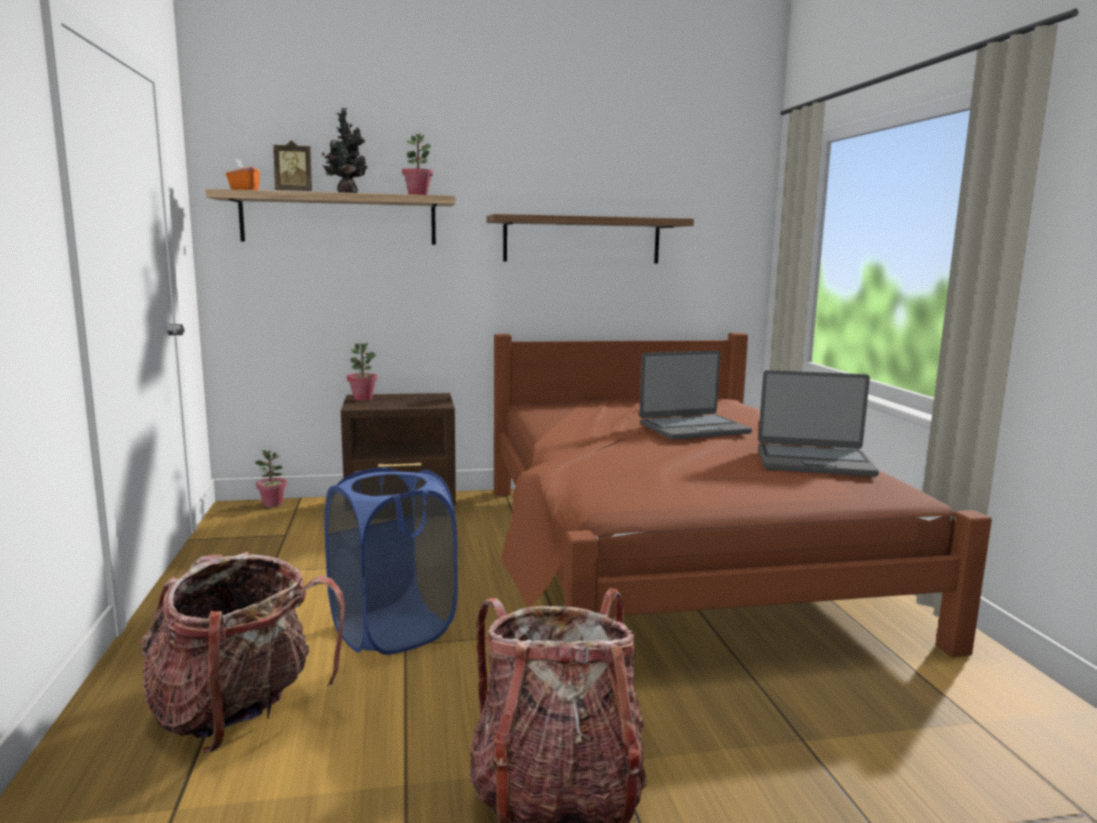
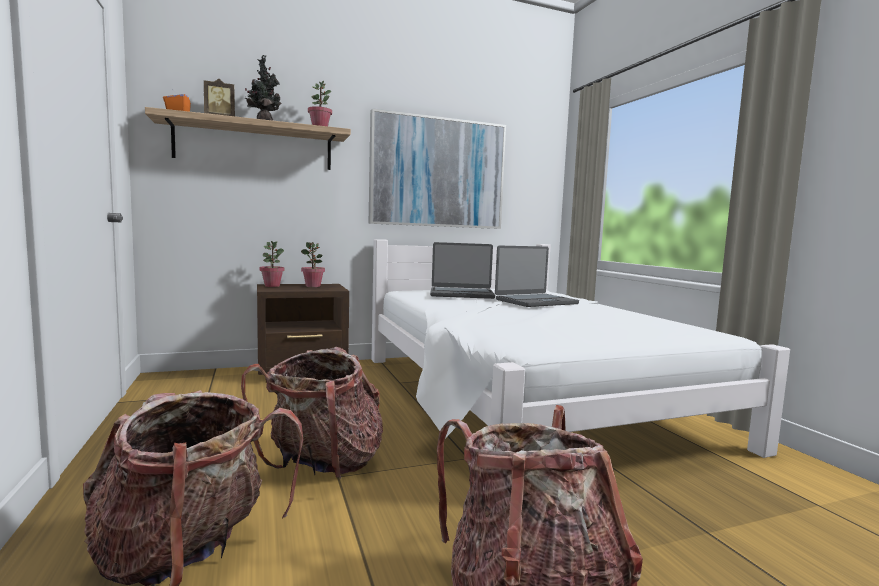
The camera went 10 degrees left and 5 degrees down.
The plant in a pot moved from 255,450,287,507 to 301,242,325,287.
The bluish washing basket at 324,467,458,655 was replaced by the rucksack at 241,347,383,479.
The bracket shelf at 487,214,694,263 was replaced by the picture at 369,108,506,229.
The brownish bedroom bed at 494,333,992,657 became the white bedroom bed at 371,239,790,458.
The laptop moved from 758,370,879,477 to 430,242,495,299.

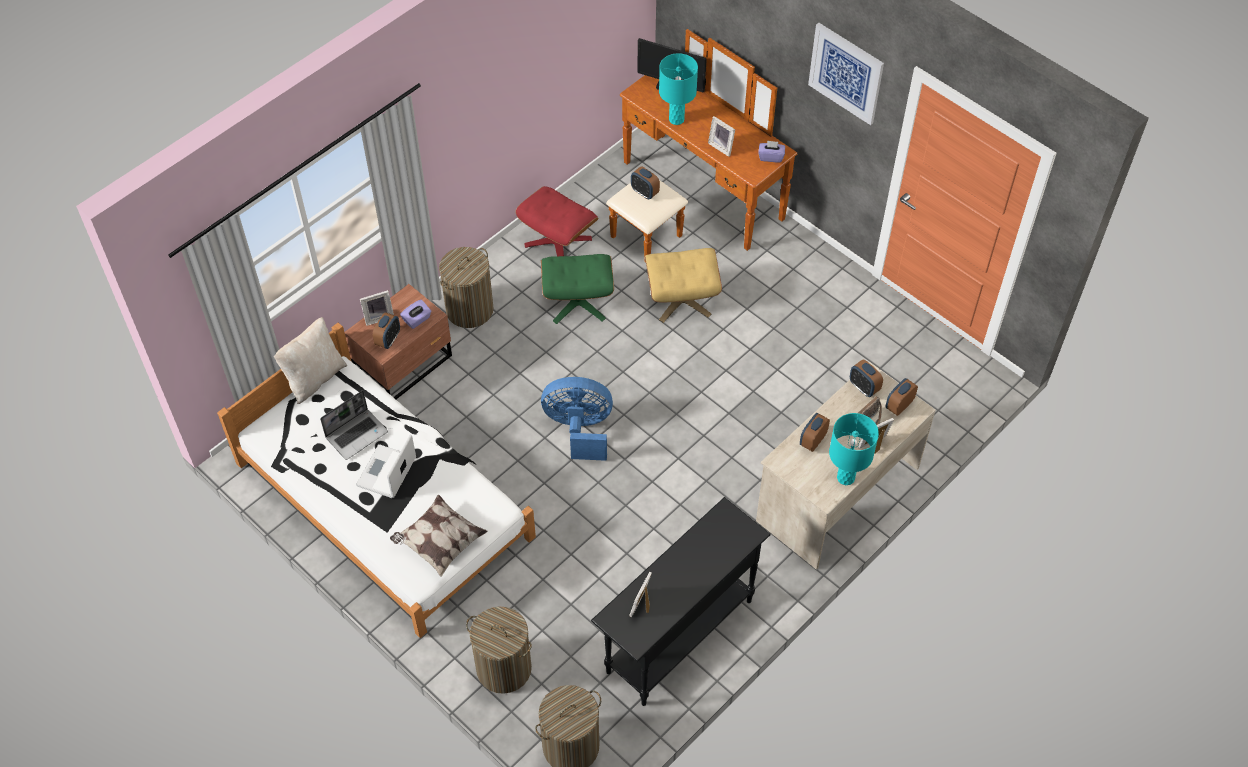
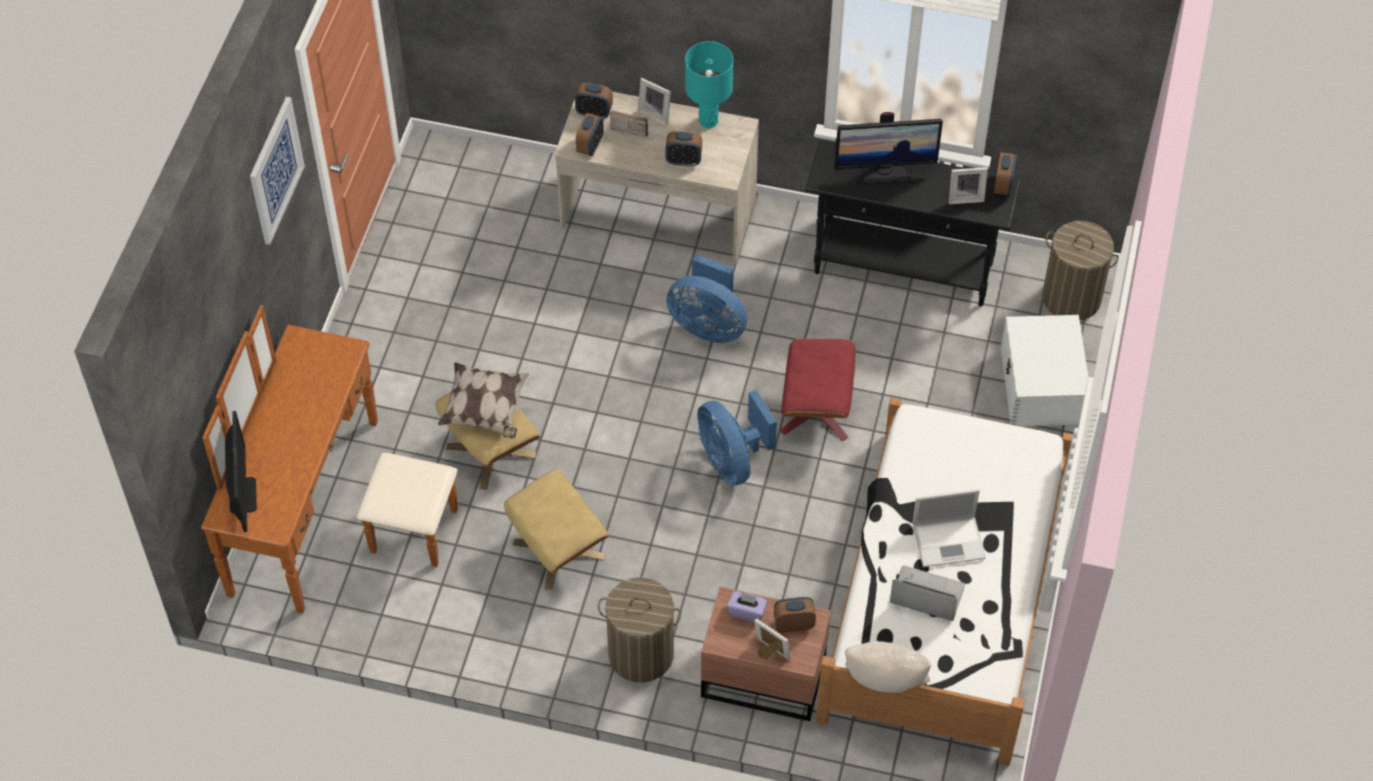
The camera went 120 degrees left and 0 degrees up.
The cushion moved from 390,495,488,577 to 438,362,530,439.
The washing basket at 466,607,532,694 was replaced by the white storage bin at 1000,315,1089,426.
The reddish pouffe moved from 516,186,599,256 to 780,339,855,441.
The green pouffe at 541,254,614,324 became the sand-coloured pouffe at 504,469,609,590.
The table clock moved from 631,166,660,199 to 994,152,1017,195.
The turquoise-coloured table lamp at 659,53,698,125 disappeared.
The photo frame at 708,116,735,157 disappeared.
The purple tissue holder at 758,140,785,163 disappeared.
The bluish cooling fan at 666,254,747,343 appeared.
The computer display at 834,112,943,184 appeared.

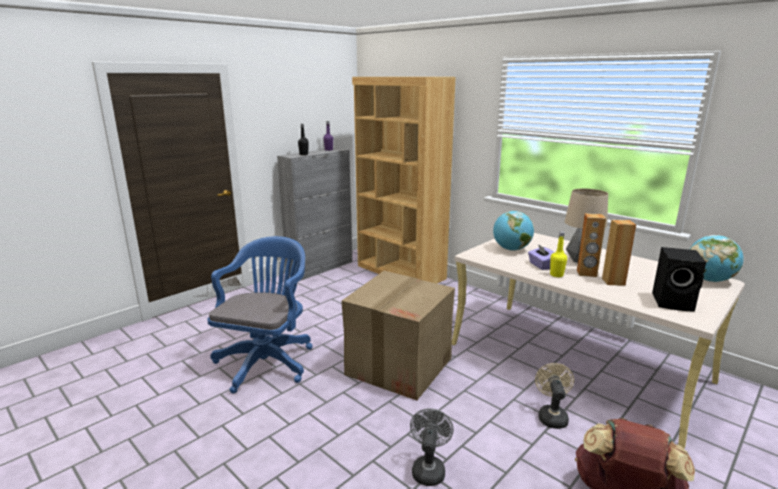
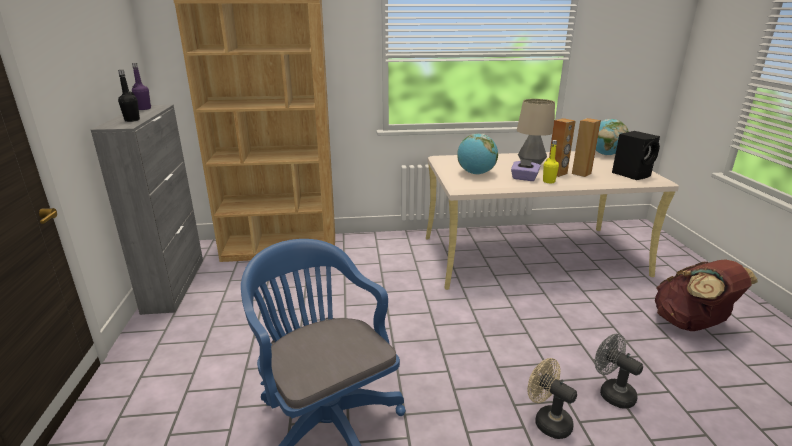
The camera went 50 degrees left and 5 degrees up.
The carton at 341,271,455,400 disappeared.
The sand-coloured cooling fan moved from 535,363,574,429 to 527,358,577,439.

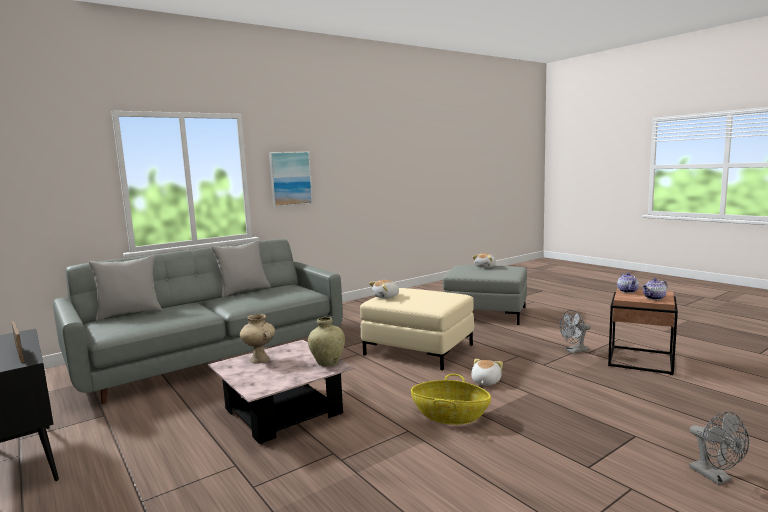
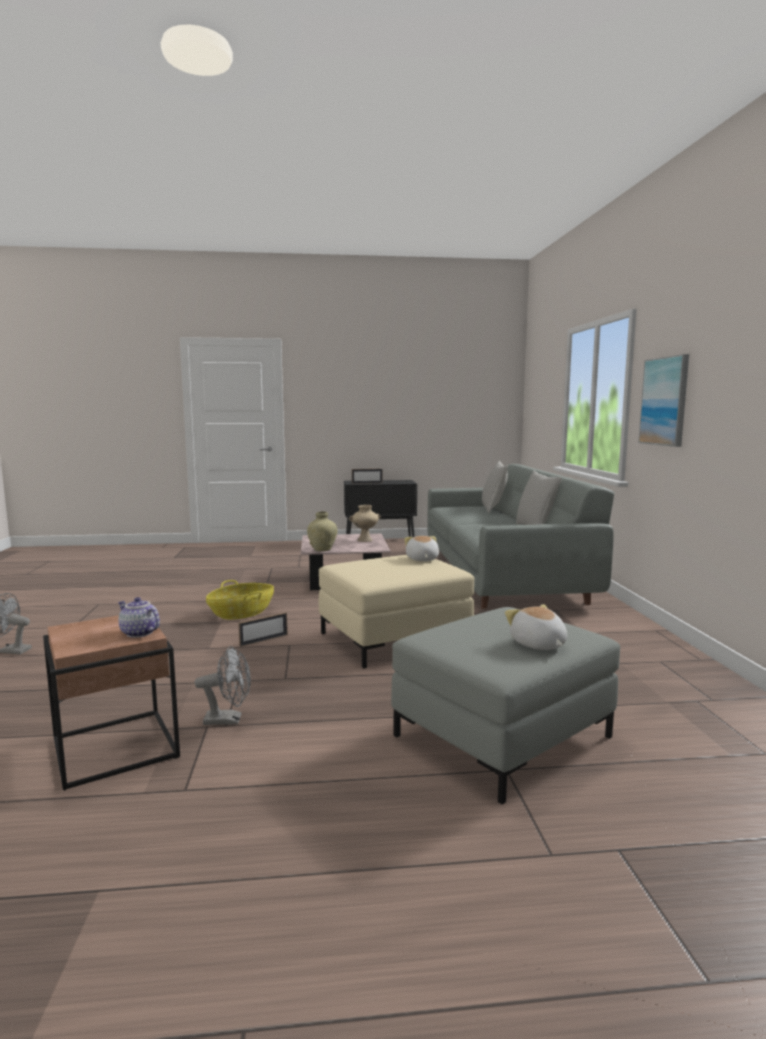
The camera went 120 degrees right and 0 degrees up.
The plush toy at 471,359,503,385 was replaced by the photo frame at 238,612,288,647.
The greyish cooling fan at 559,310,591,353 turned 75 degrees clockwise.
The pot for tea at 642,278,667,300 disappeared.

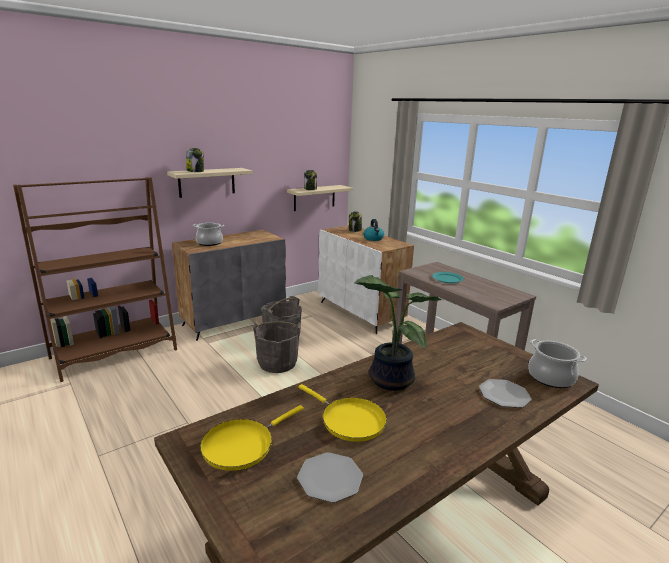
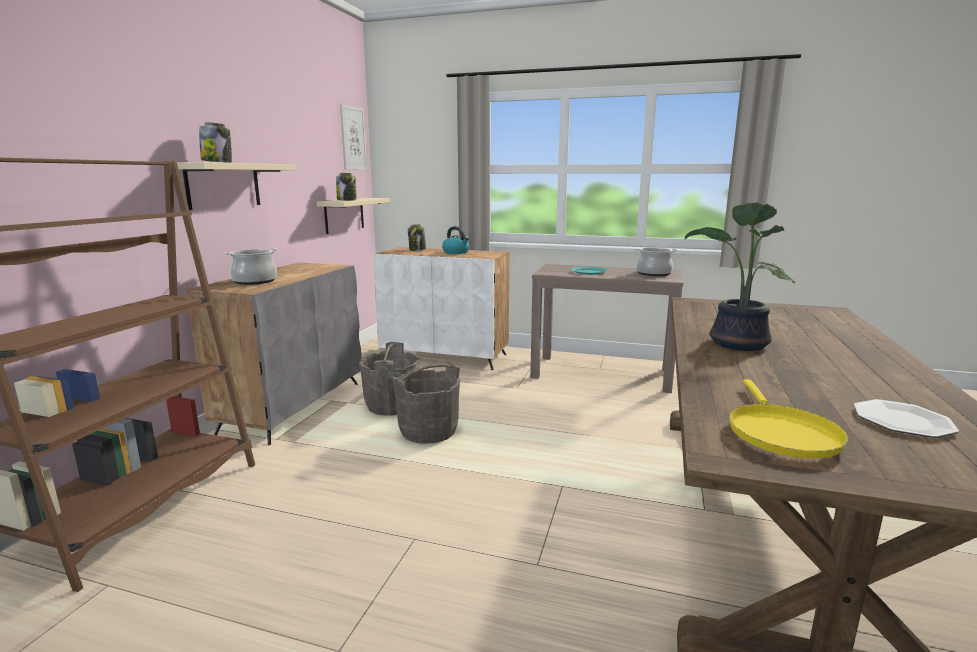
The camera went 35 degrees left and 5 degrees down.
The yellowish skillet at 298,384,387,441 disappeared.
The plate at 479,379,532,408 disappeared.
The cooking pot moved from 528,339,587,388 to 635,248,677,276.
The picture at 340,104,367,170 appeared.

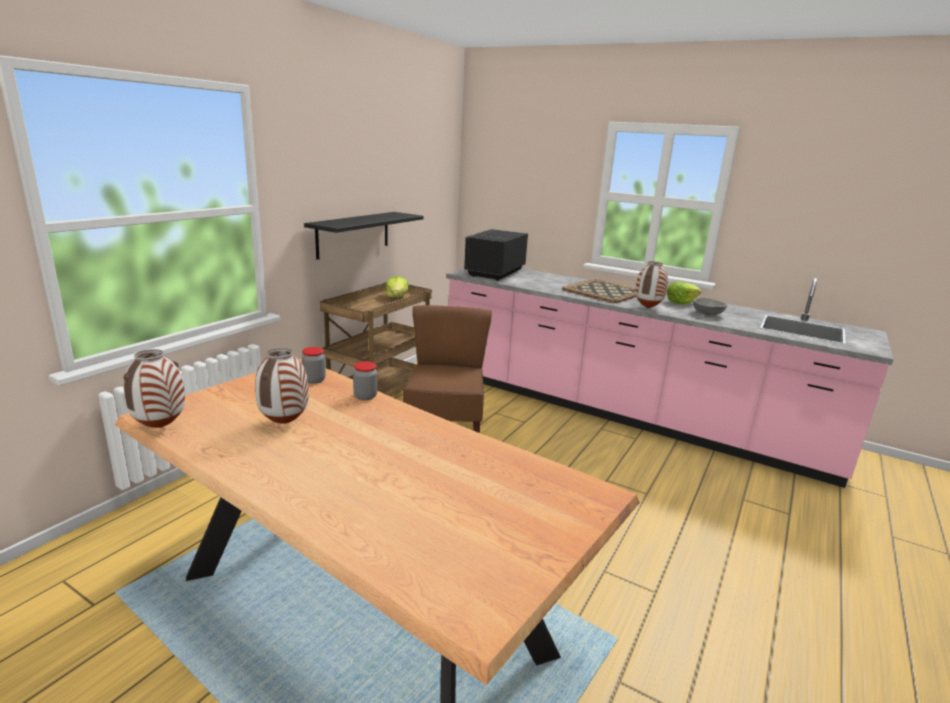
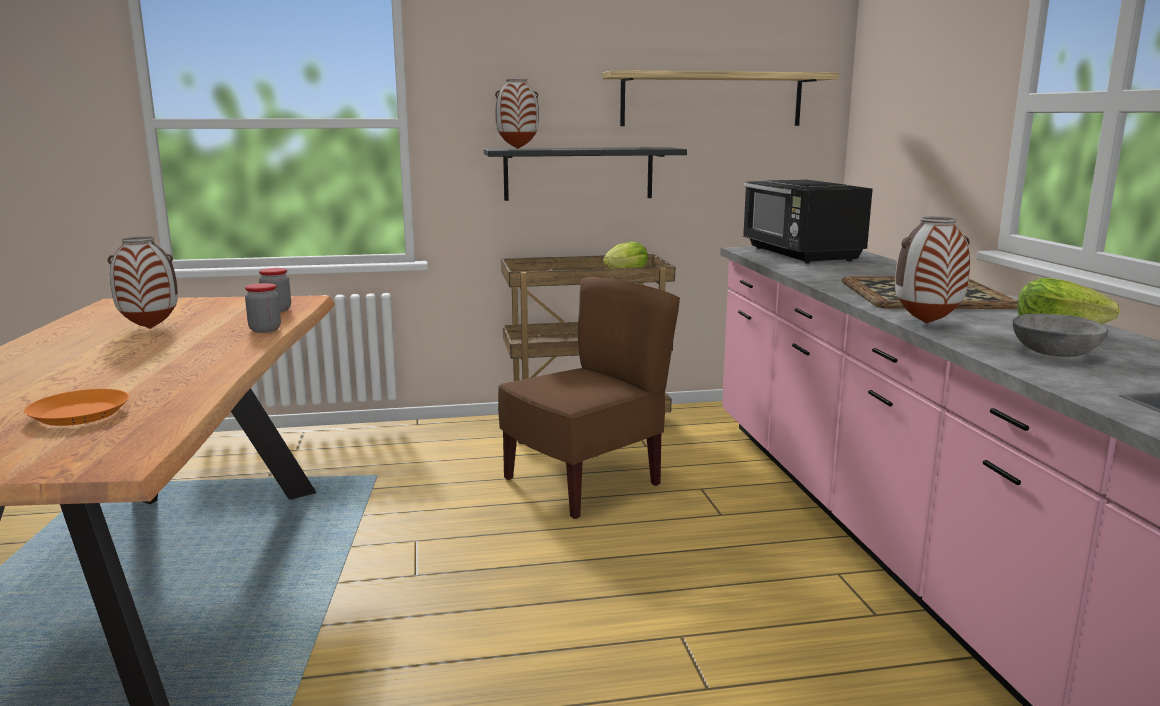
The camera went 50 degrees right and 5 degrees down.
The decorative vase moved from 123,349,185,428 to 495,78,539,149.
The black-coloured kitchen microwave at 464,229,528,281 turned 90 degrees counterclockwise.
The orangey plate at 24,389,129,426 appeared.
The bracket shelf at 602,70,839,126 appeared.

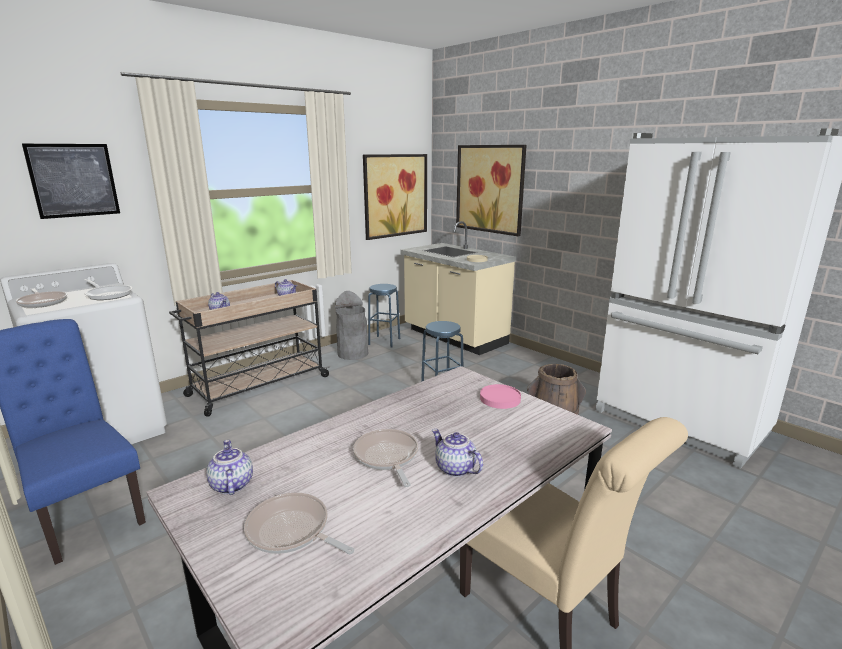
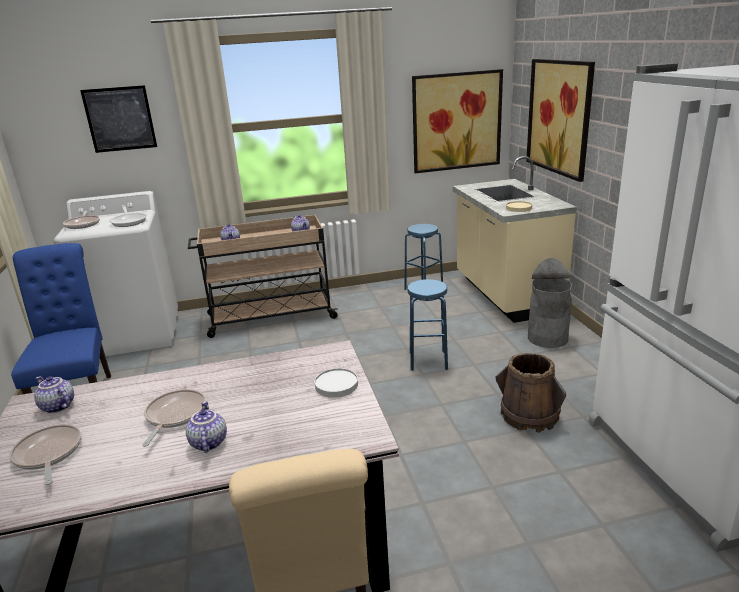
The camera went 30 degrees right and 5 degrees up.
The pot for tea at 206,440,253,495 turned 60 degrees counterclockwise.
The greyish waste bin moved from 335,291,368,360 to 528,258,572,348.
The pink-coloured plate at 480,384,521,409 became the white plate at 315,368,358,398.

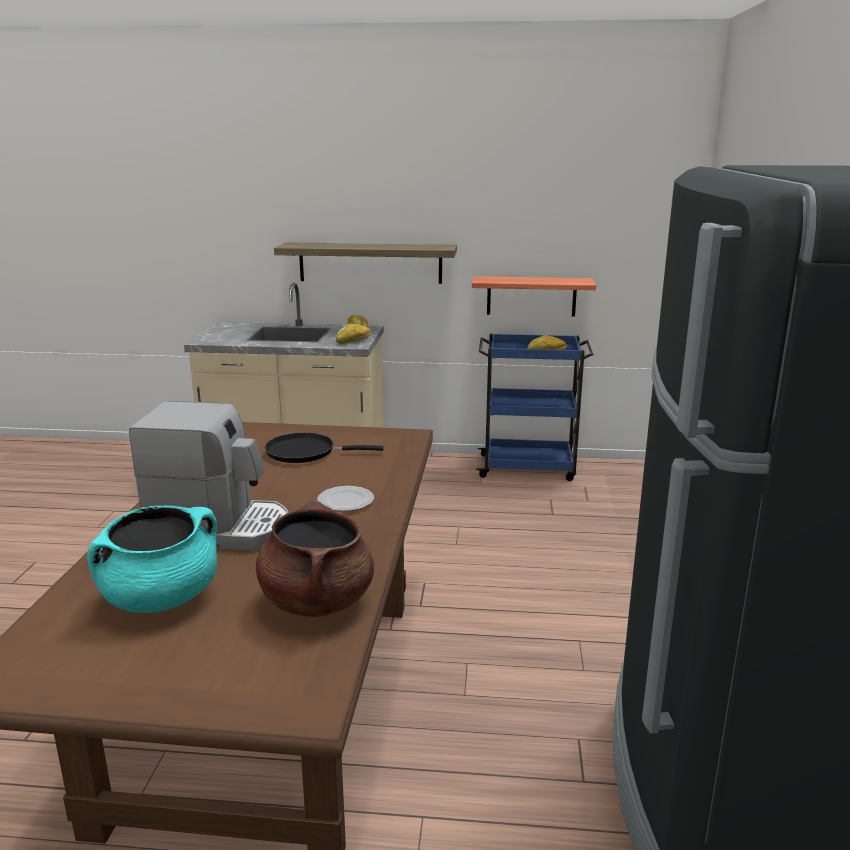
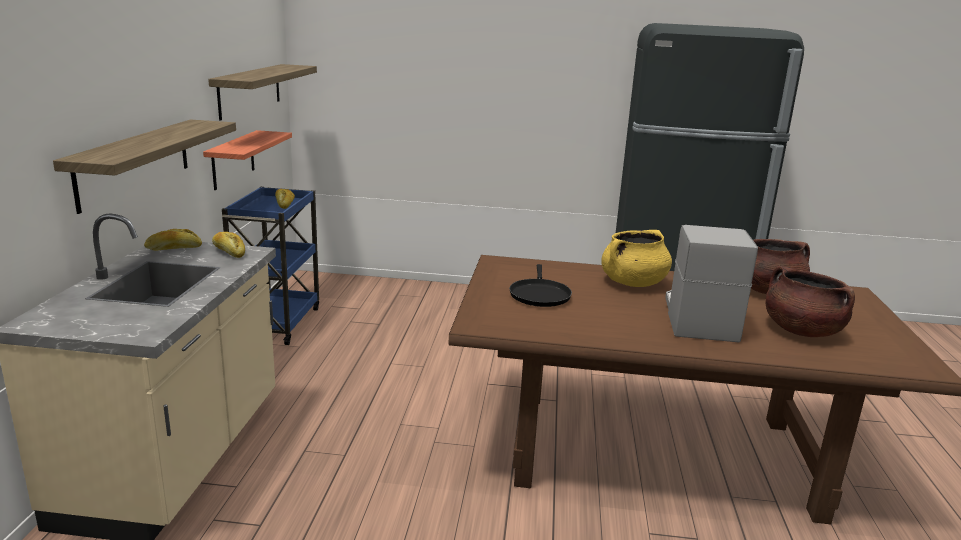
The camera went 90 degrees left and 0 degrees up.
The turquoise-coloured cooking pot at 87,506,217,613 became the brownish cooking pot at 765,266,855,337.
The plate at 317,486,374,511 was replaced by the yellowish cooking pot at 601,230,672,287.
The bracket shelf at 208,64,317,121 appeared.

